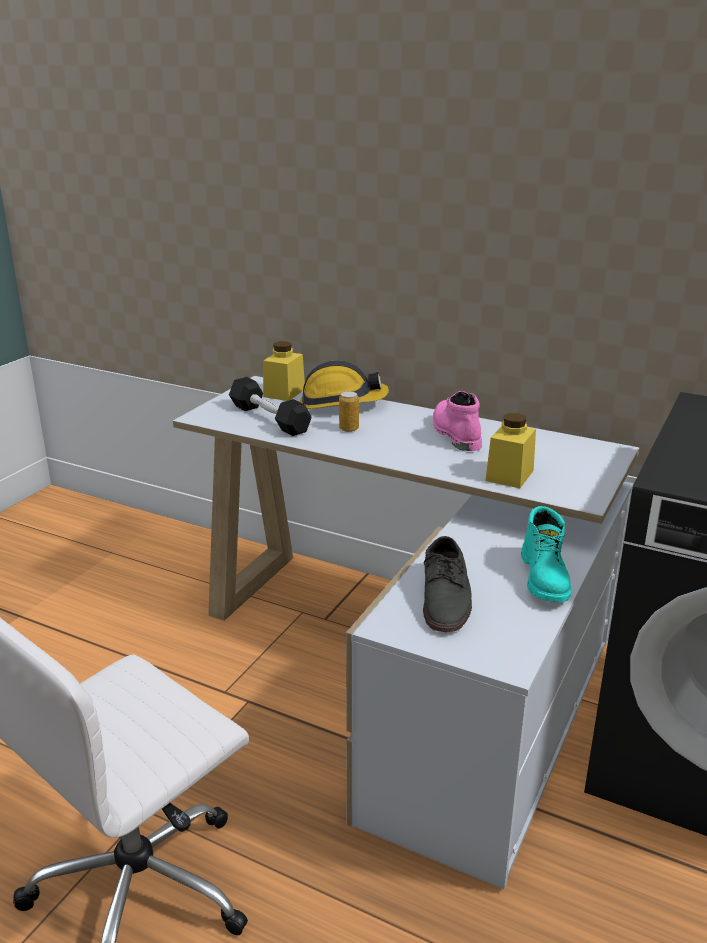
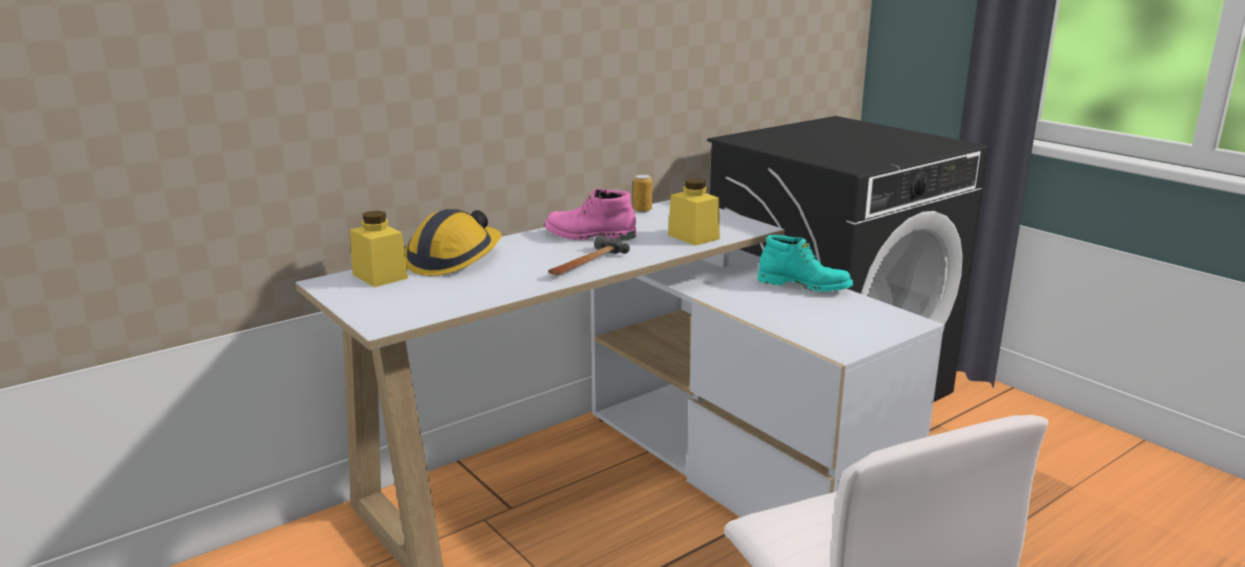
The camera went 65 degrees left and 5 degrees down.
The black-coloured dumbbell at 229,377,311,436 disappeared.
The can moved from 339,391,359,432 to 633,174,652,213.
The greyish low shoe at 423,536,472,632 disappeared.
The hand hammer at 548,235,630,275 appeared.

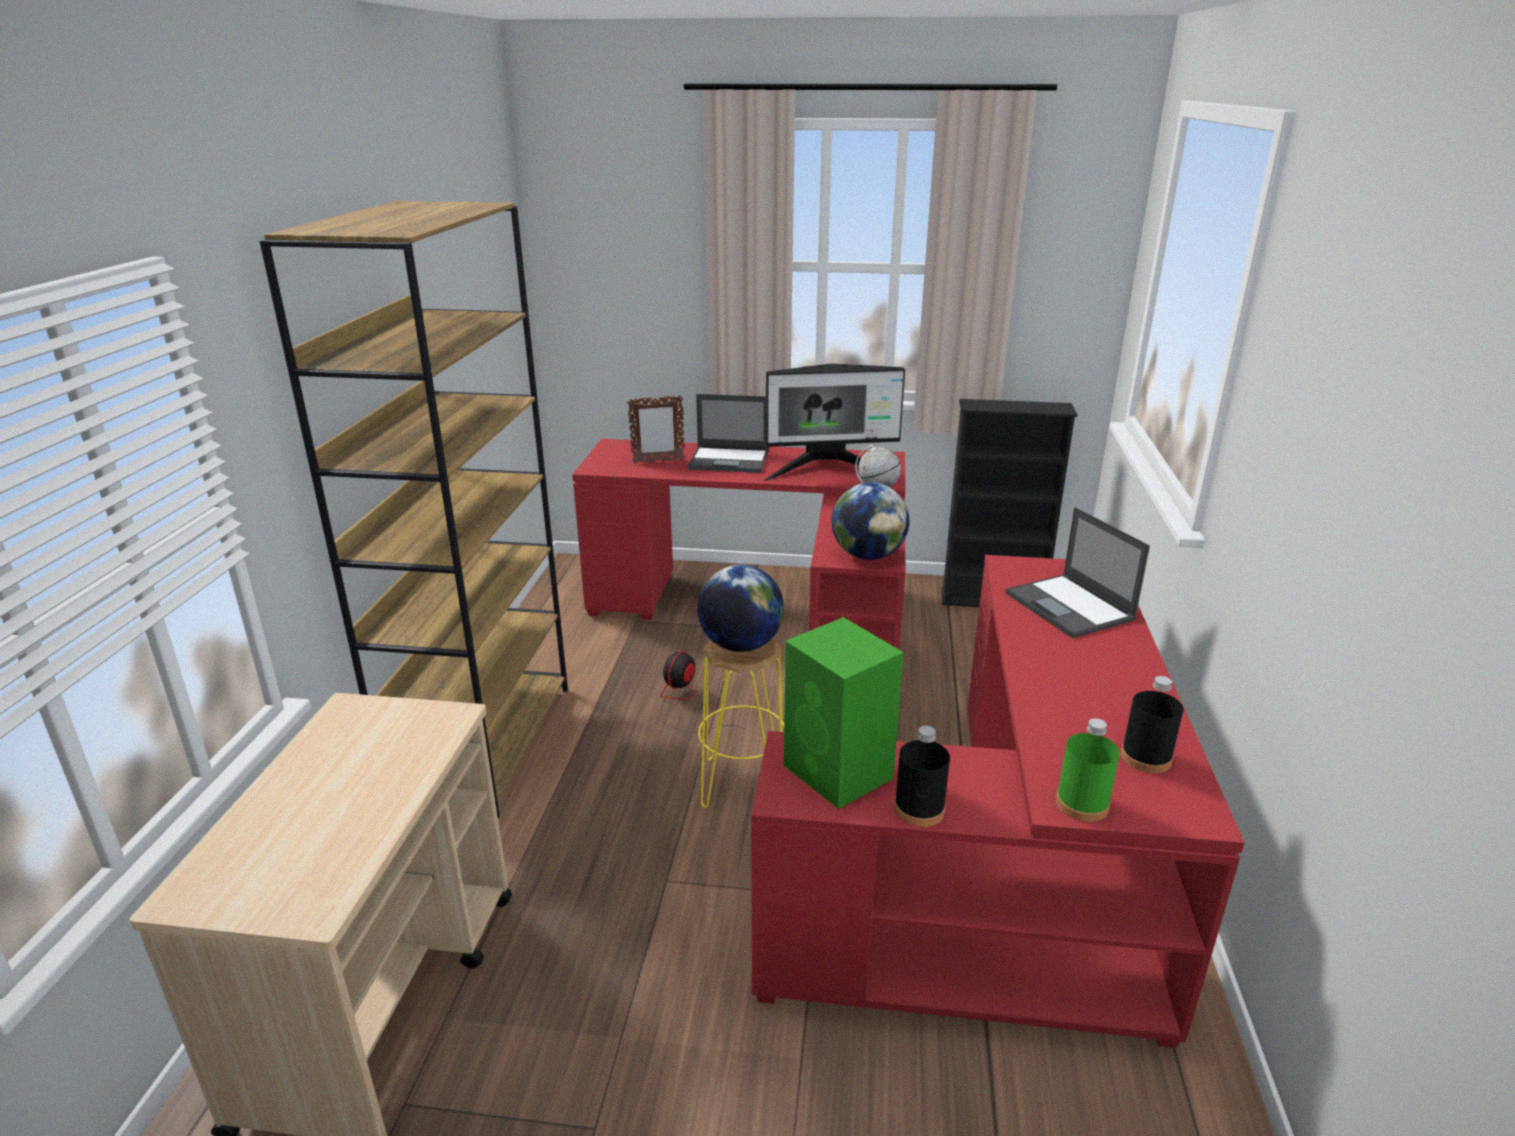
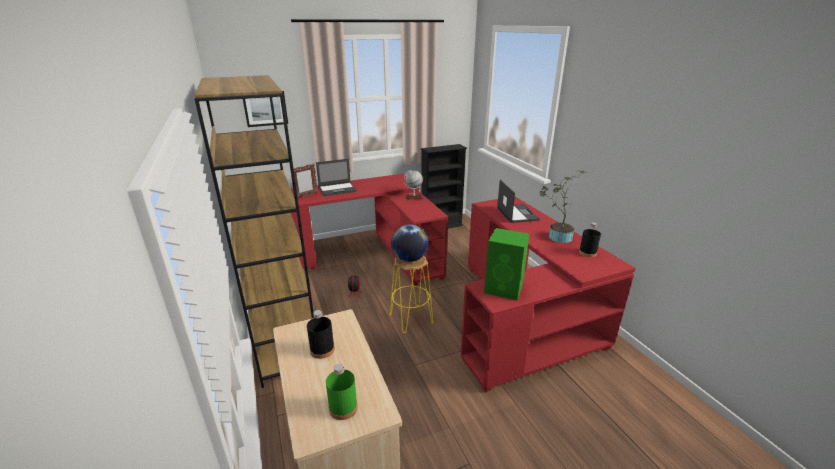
The camera went 30 degrees left and 0 degrees up.
The computer display at 763,364,905,481 disappeared.
The desk globe at 831,482,909,560 disappeared.
The black-coloured drink bottle moved from 894,726,950,827 to 307,310,335,359.
The laptop at 1005,507,1150,638 turned 135 degrees counterclockwise.
The green drink bottle moved from 1056,718,1120,822 to 326,364,358,420.
The picture at 243,91,288,127 appeared.
The plant in a pot at 539,170,587,243 appeared.

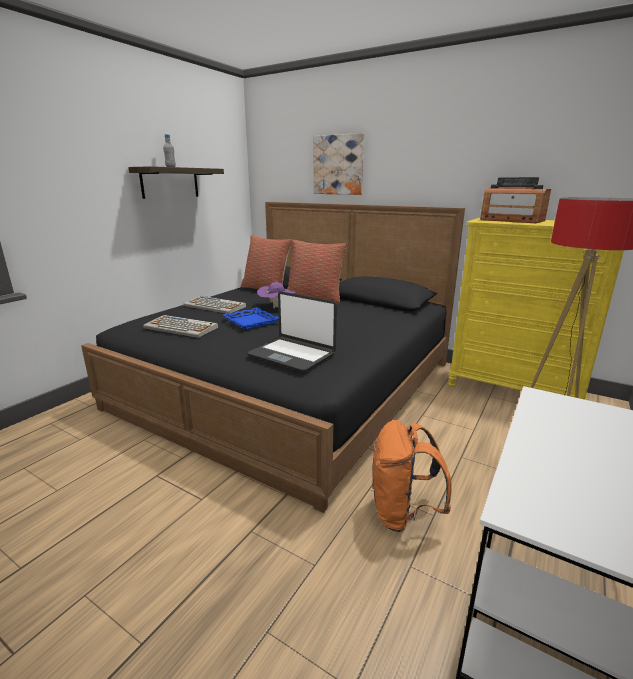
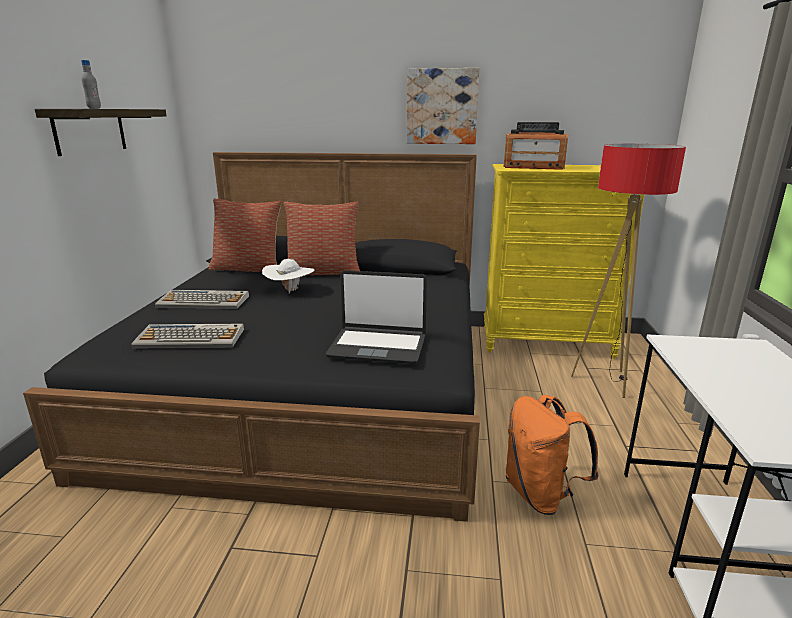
The camera went 25 degrees left and 0 degrees up.
The bluish serving tray at 223,307,279,330 disappeared.
The purple wearable hat at 257,282,296,309 became the white wearable hat at 262,259,314,294.
The picture moved from 314,133,364,195 to 407,68,480,144.

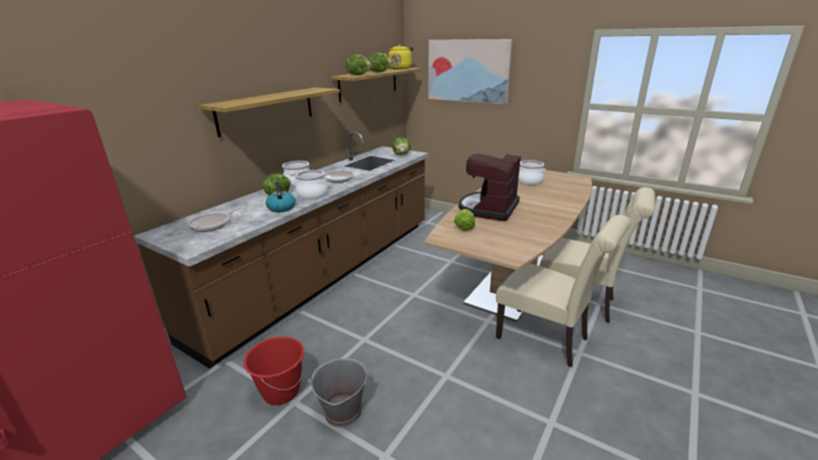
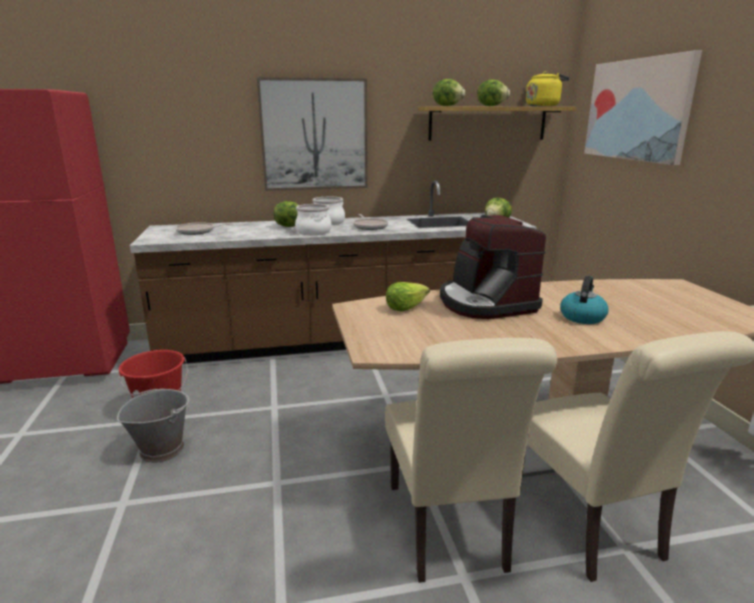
The camera went 45 degrees right and 5 degrees down.
The bracket shelf at 199,87,340,137 was replaced by the picture at 257,77,368,191.
The water kettle moved from 266,182,296,212 to 560,276,609,324.
The coffee machine at 459,154,521,221 turned 90 degrees counterclockwise.
The cooking pot at 518,160,545,185 disappeared.

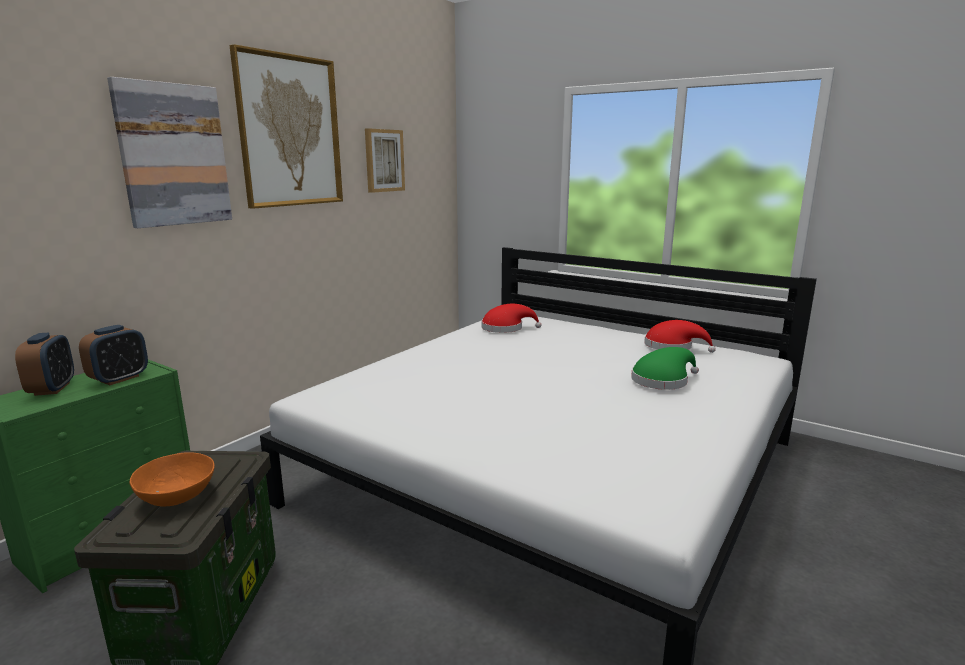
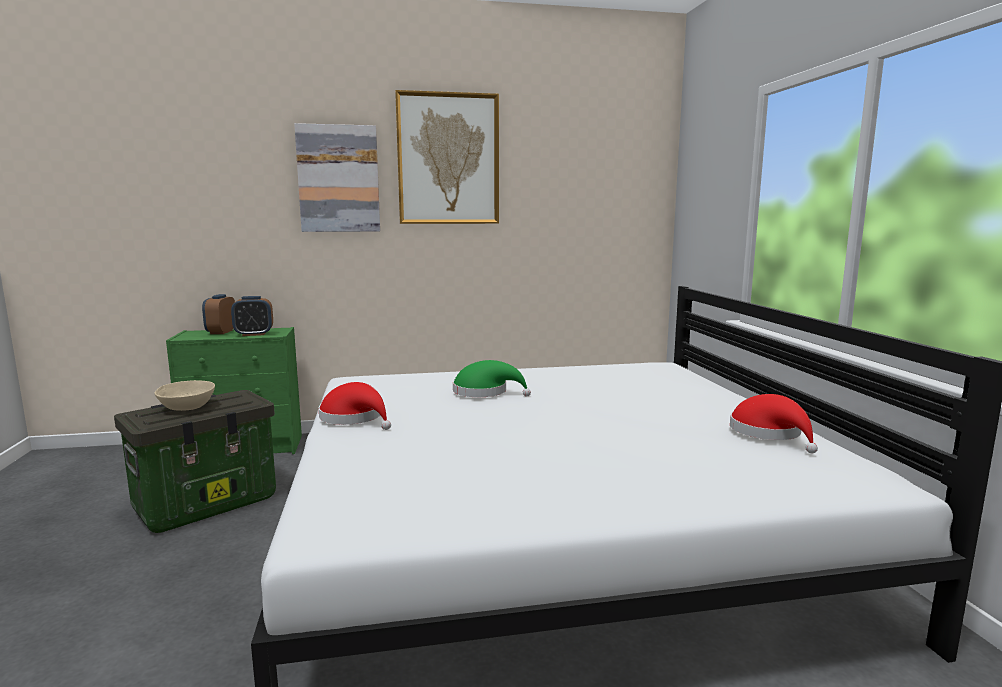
The camera went 45 degrees right and 5 degrees down.
The table clock at 15,333,74,396 turned 150 degrees clockwise.
The orangey bowl at 129,452,215,507 became the sand-coloured bowl at 154,380,215,411.
The picture at 365,128,405,193 disappeared.
The reddish wearable hat moved from 481,304,542,333 to 319,382,391,430.
The green wearable hat moved from 631,347,699,390 to 453,360,531,397.

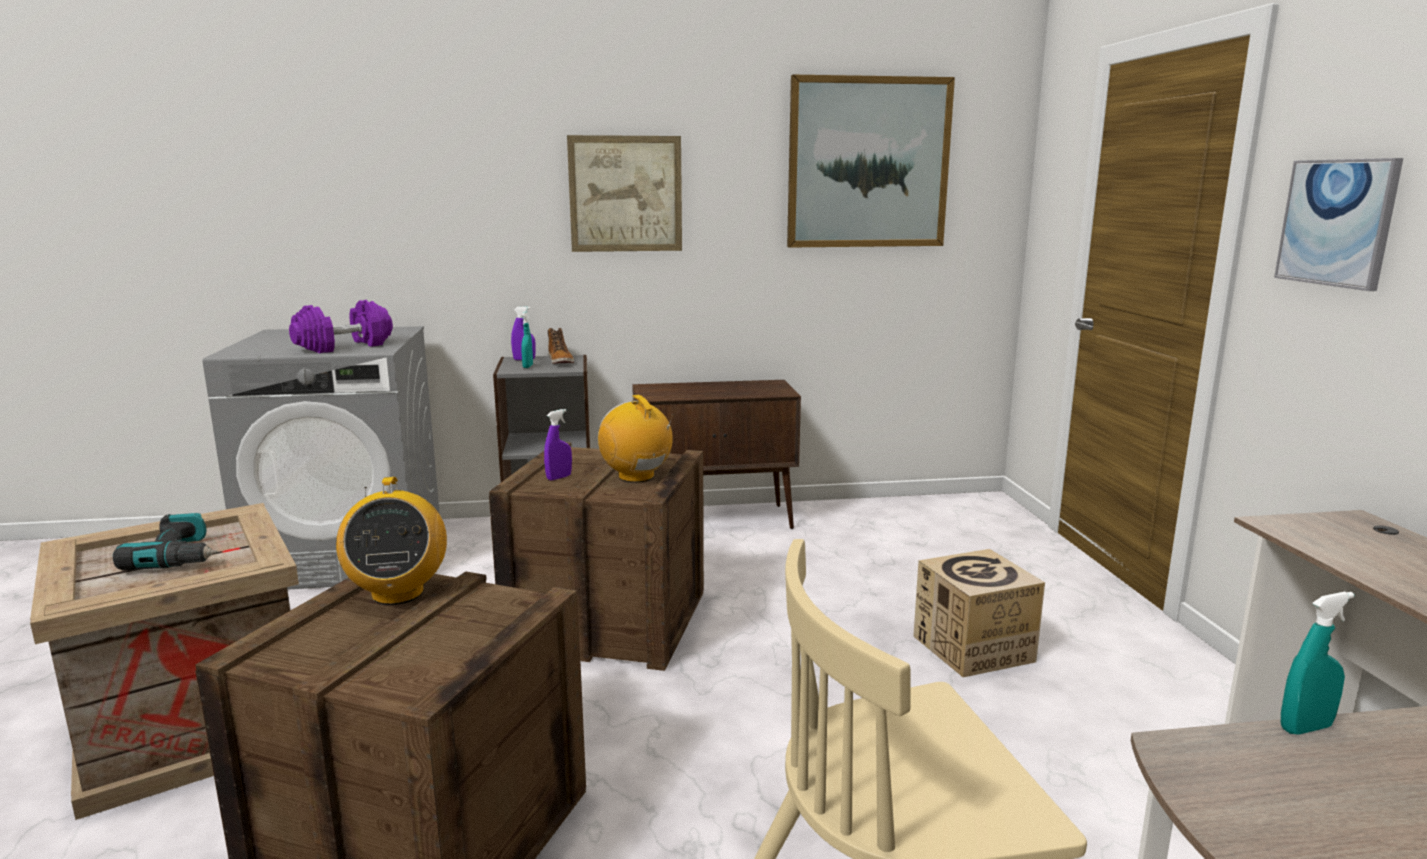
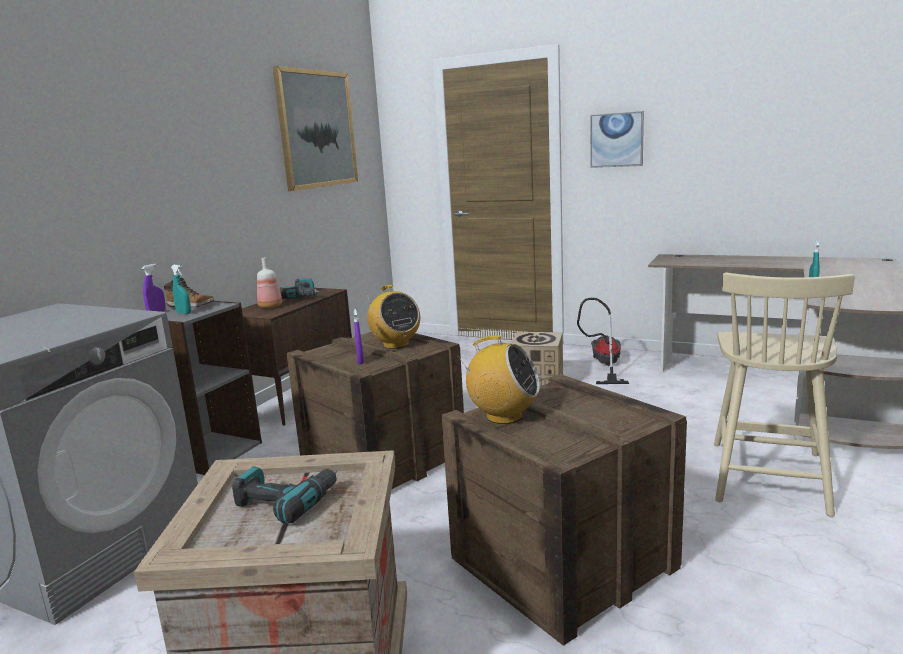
The camera went 55 degrees left and 0 degrees up.
The purple dumbbell at 289,300,393,353 disappeared.
The picture at 567,135,682,252 disappeared.
The radio set at 598,395,674,483 turned 120 degrees counterclockwise.
The drink bottle at 257,258,282,309 appeared.
The drill at 279,279,320,299 appeared.
The vacuum cleaner at 577,298,629,384 appeared.

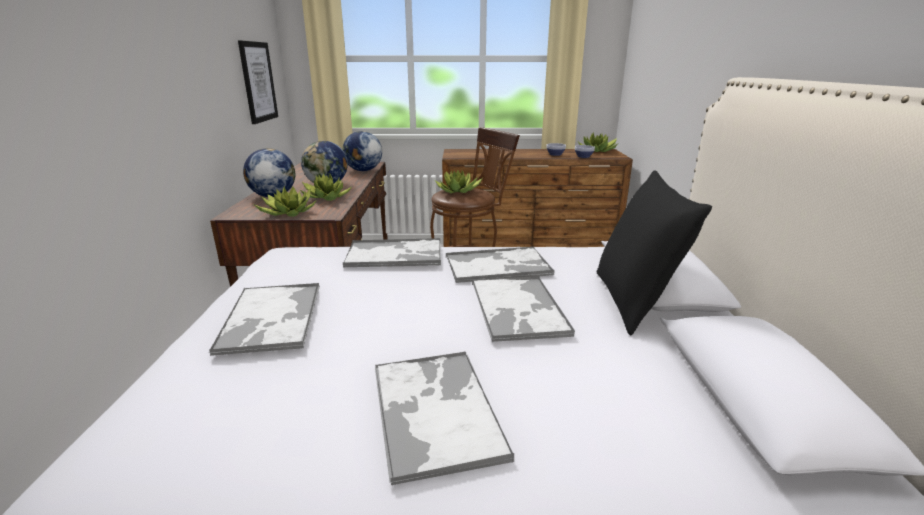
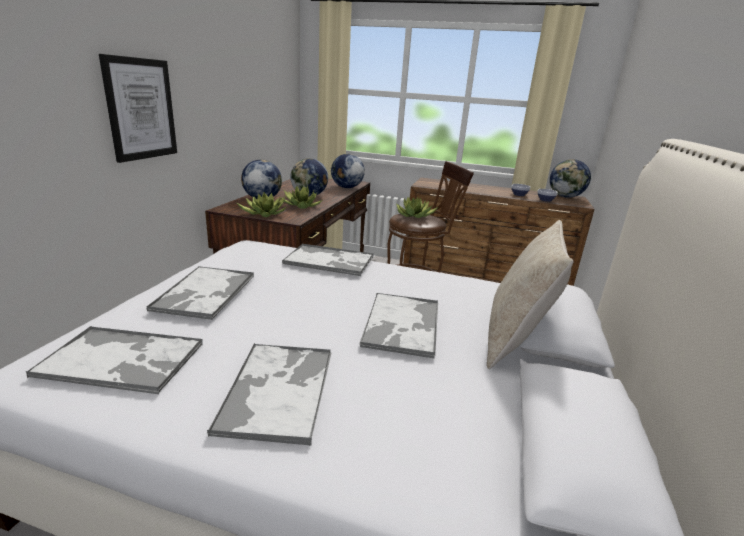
The camera went 15 degrees right and 0 degrees up.
The picture moved from 238,40,278,124 to 99,54,177,163.
The serving tray moved from 446,247,554,283 to 26,326,203,394.
The plant in a pot at 578,133,618,152 was replaced by the desk globe at 550,159,591,198.
The black-coloured cushion at 597,170,712,335 became the sand-coloured cushion at 487,220,573,369.

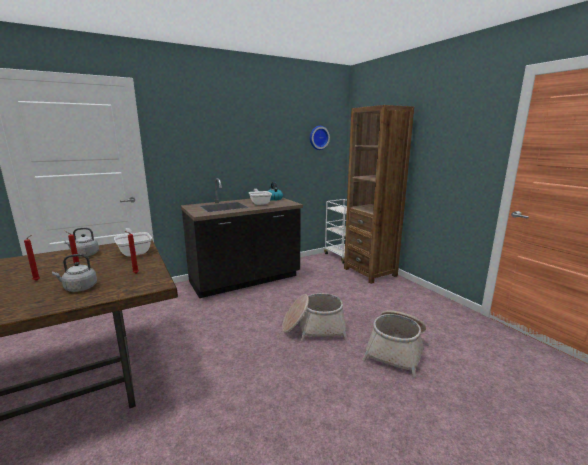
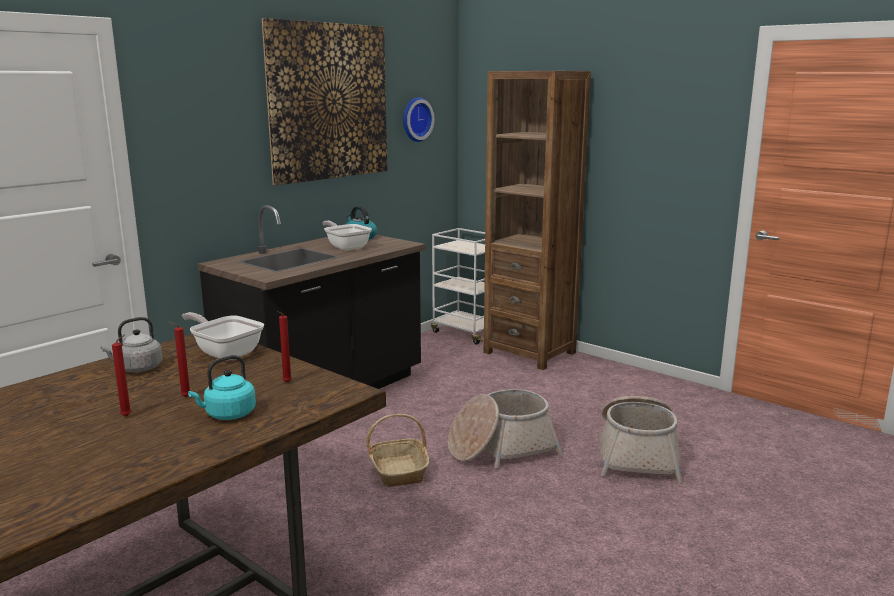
The camera went 20 degrees left and 0 degrees up.
The greyish water kettle at 52,254,97,292 became the turquoise-coloured water kettle at 188,355,256,420.
The picture at 262,18,387,185 appeared.
The basket at 366,414,430,487 appeared.

